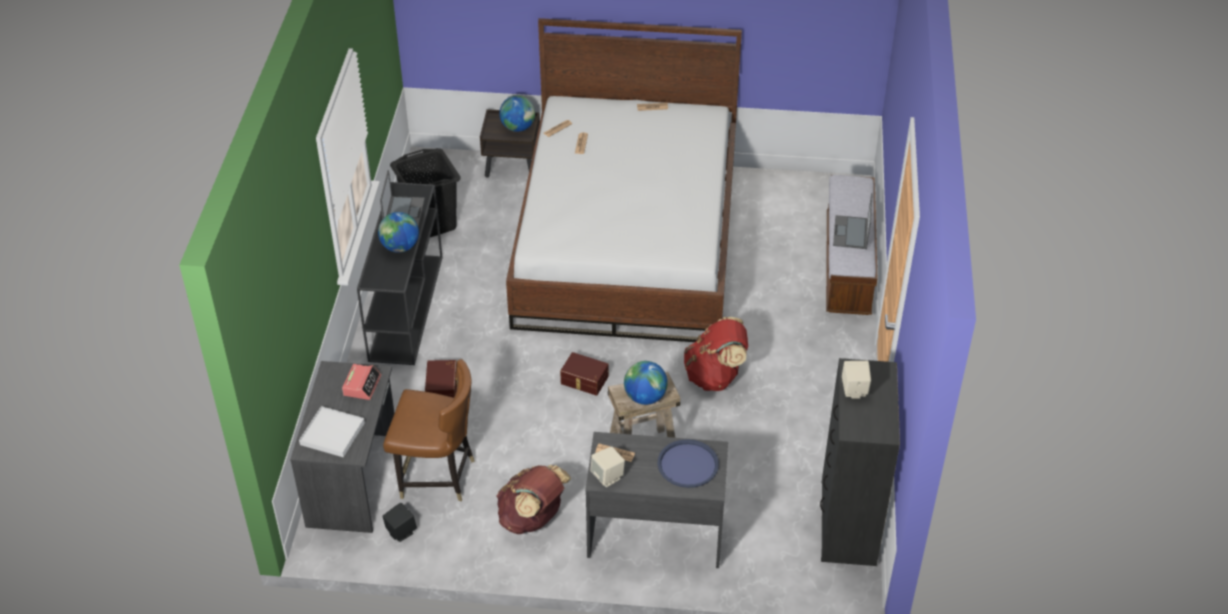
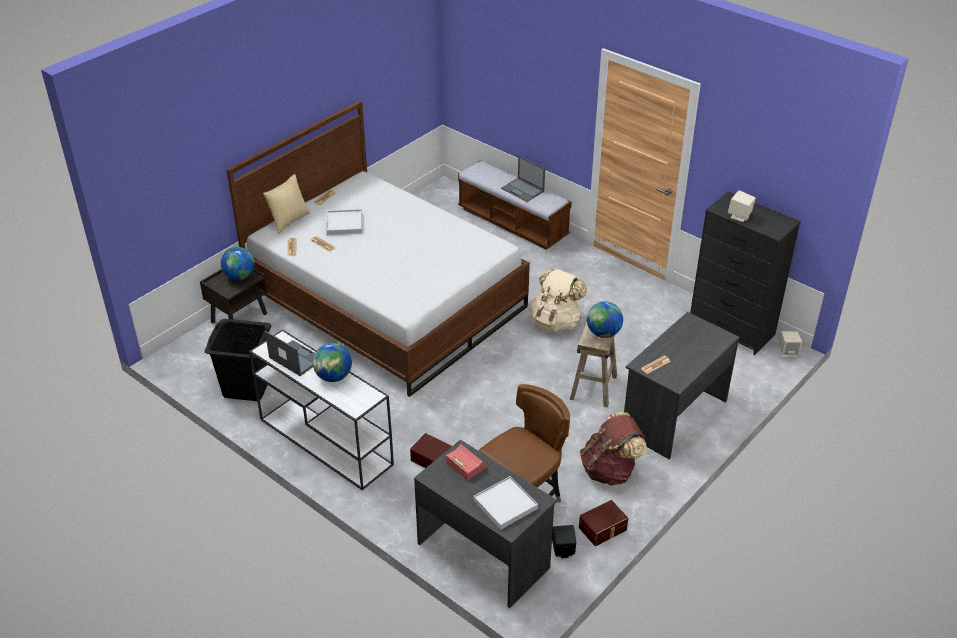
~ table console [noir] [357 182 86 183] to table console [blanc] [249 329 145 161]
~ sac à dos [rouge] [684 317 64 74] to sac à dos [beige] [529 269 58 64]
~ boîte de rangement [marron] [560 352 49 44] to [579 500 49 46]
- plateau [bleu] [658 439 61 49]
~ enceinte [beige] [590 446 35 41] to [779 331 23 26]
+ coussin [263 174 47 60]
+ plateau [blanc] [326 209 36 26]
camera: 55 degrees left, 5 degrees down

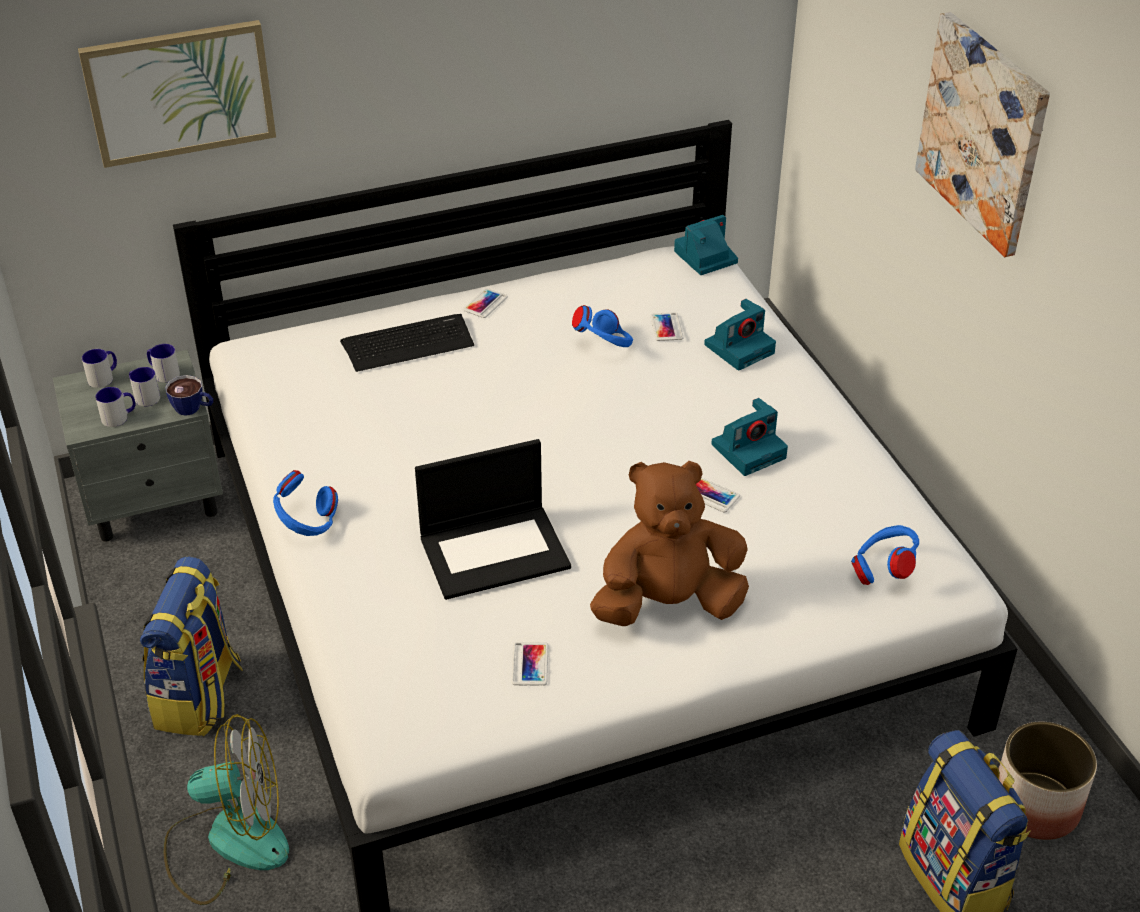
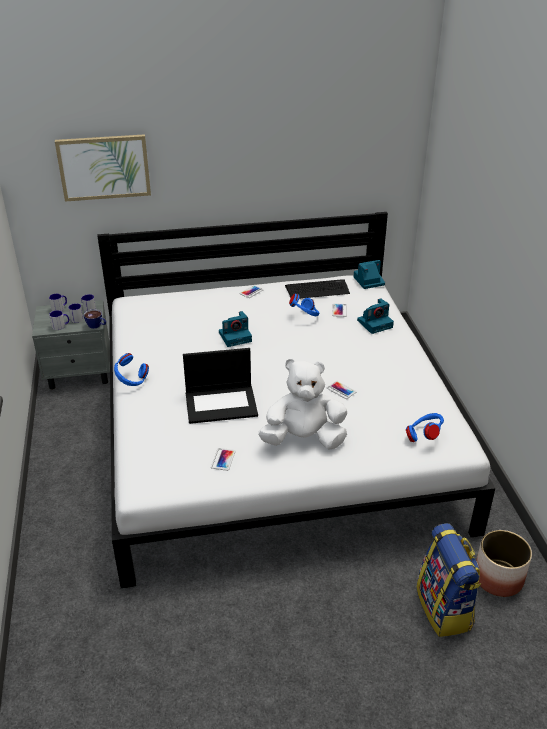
- tableau [915 12 135 245]
~ clavier [340 314 134 58] to [285 279 65 20]
~ appareil photo [711 398 77 78] to [219 311 33 36]
~ peluche [marron] [590 461 159 165] to peluche [blanc] [258 359 89 90]
- sac à dos [140 556 103 180]
- ventilateur [164 714 125 191]
camera: 10 degrees right, 5 degrees down

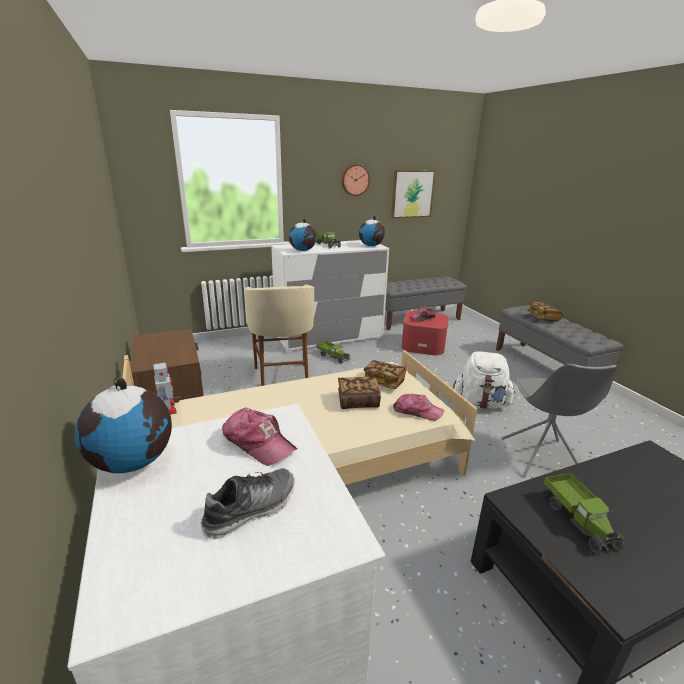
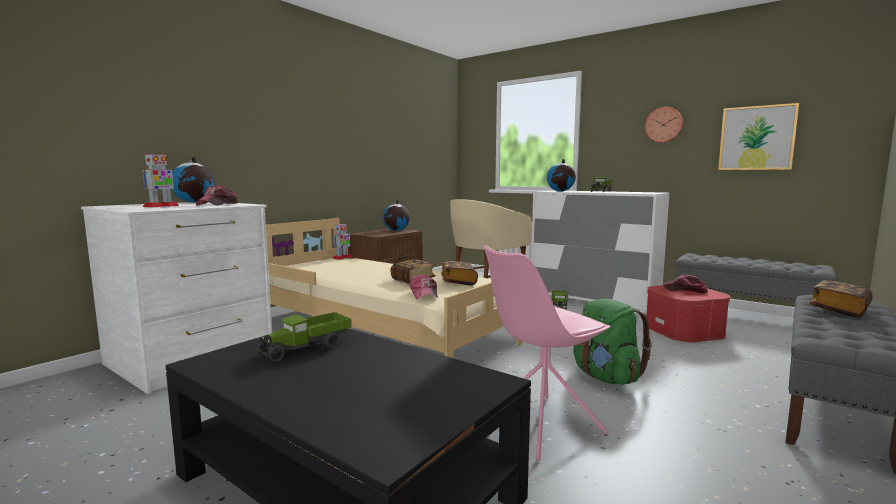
~ globe [359 216 26 30] to [383 200 27 31]
~ sac à dos [blanc] [453 351 62 58] to sac à dos [vert] [573 299 79 86]
~ chaise [gris] [502 364 115 114] to chaise [rose] [484 245 127 216]
~ chaussure [201 468 94 72] to robot jouet [142 153 37 54]
camera: 60 degrees right, 15 degrees down

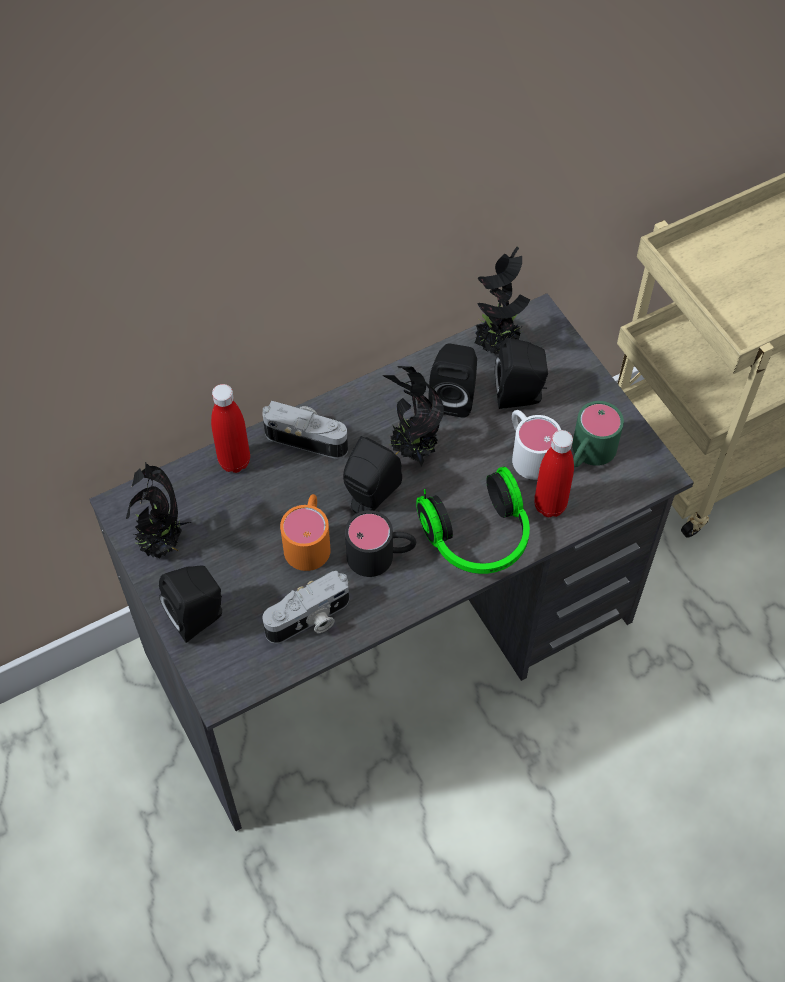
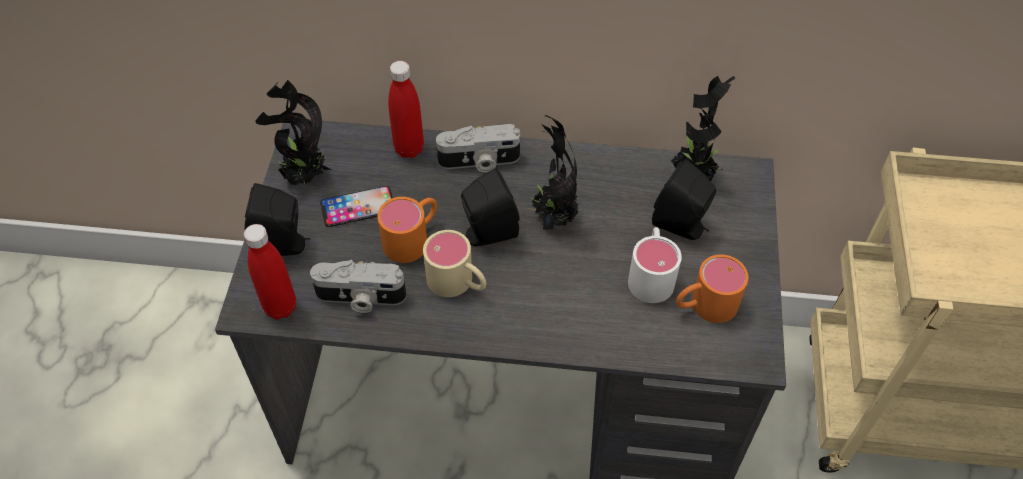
- enceinte [noir] [428 344 49 73]
~ appareil photo [262 401 86 58] = [436 124 84 49] 120 degrees clockwise
~ mug [vert] [572 401 52 66] to mug [orange] [676 254 72 69]
~ bouteille [rouge] [534 430 40 87] to [244 224 52 96]
- casque audio [416 466 114 108]
~ mug [noir] [345 510 71 67] to mug [beige] [423 230 64 67]
+ téléphone [320 186 73 41]
camera: 35 degrees right, 5 degrees down

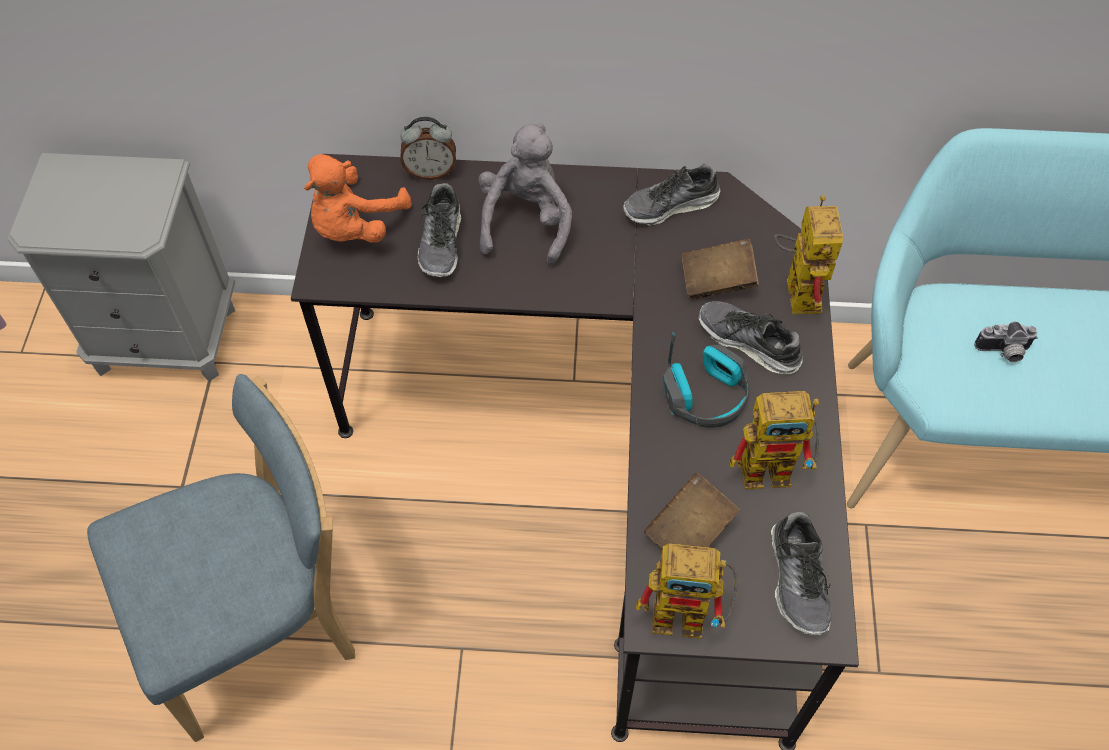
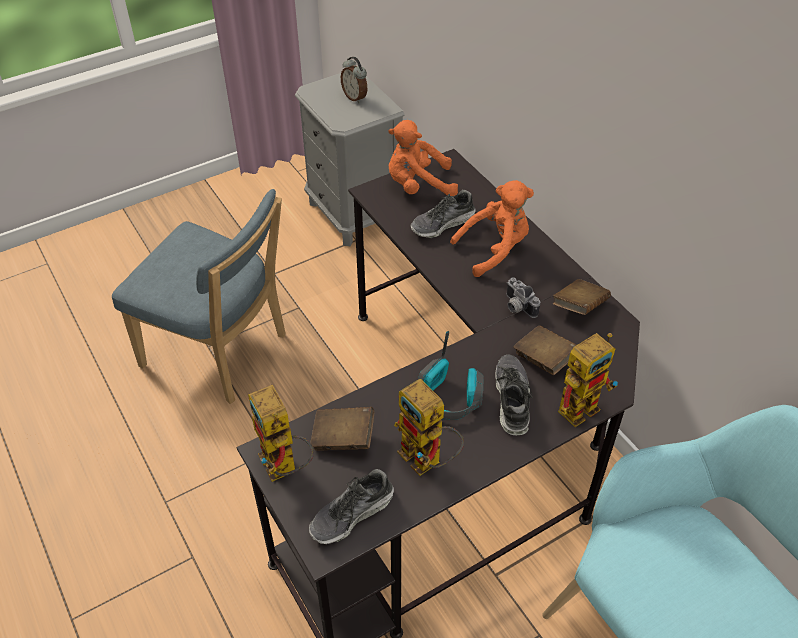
~ réveil [400 117 56 63] to [341 57 26 46]
~ peluche [gris] [478 124 94 141] to peluche [orange] [450 180 84 97]
~ chaussure [623 163 97 63] to livre [marron] [553 279 58 36]
~ appareil photo [974 322 64 40] to [506 277 34 41]
camera: 55 degrees right, 10 degrees down

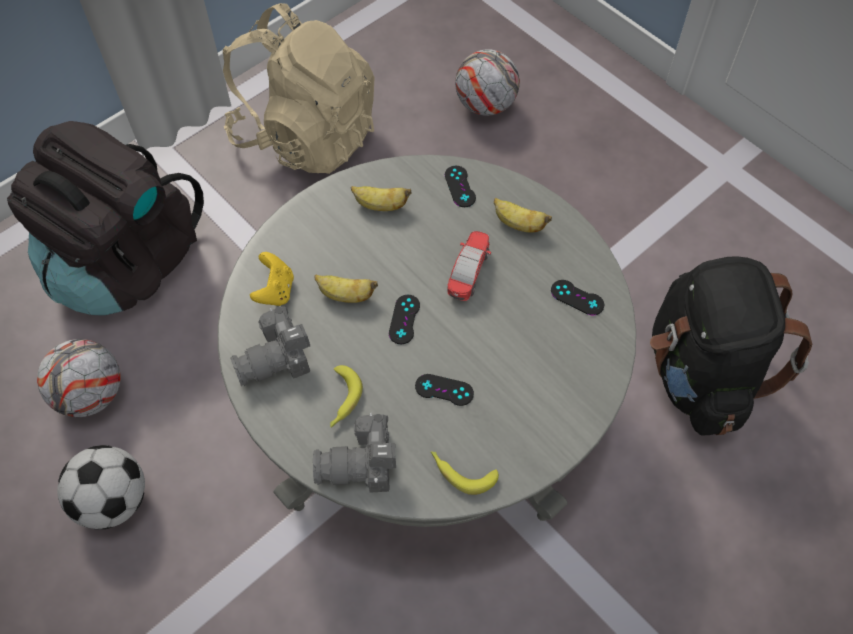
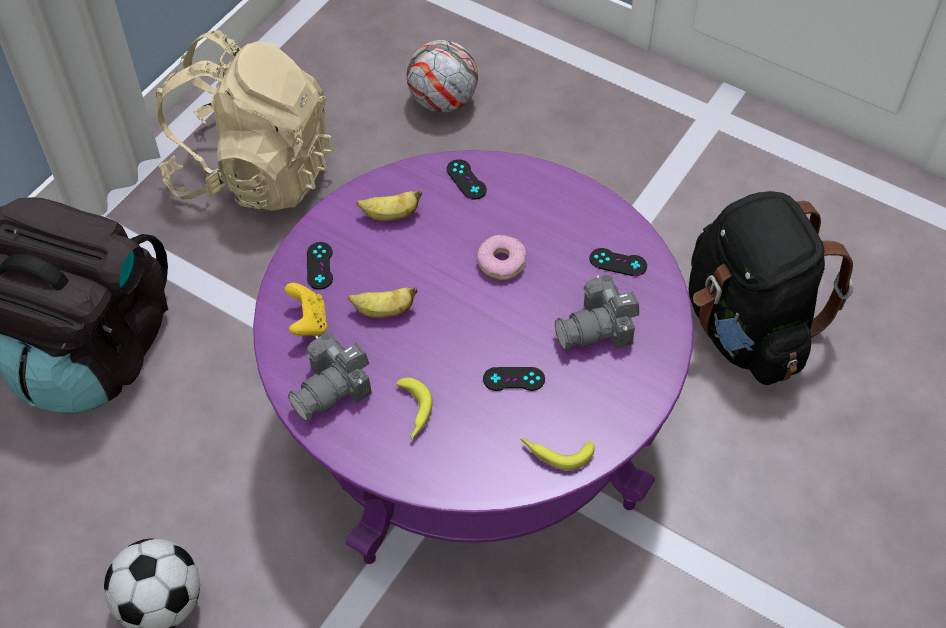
~ table basse [gris] [218 155 418 372] to table basse [violet] [253 150 440 414]
- banane [494 198 58 34]
~ petite voiture [447 231 44 70] to beignet [477 235 50 45]
~ manette [noir] [389 295 31 49] to [307 242 26 48]
- ballon de foot [37 339 84 78]
~ appareil photo [313 413 83 80] to [555 275 84 75]
camera: 15 degrees left, 5 degrees down

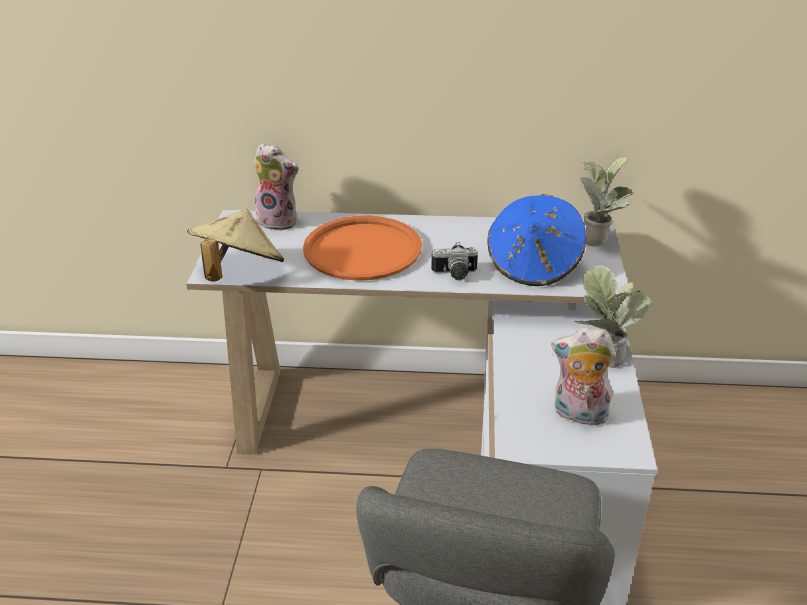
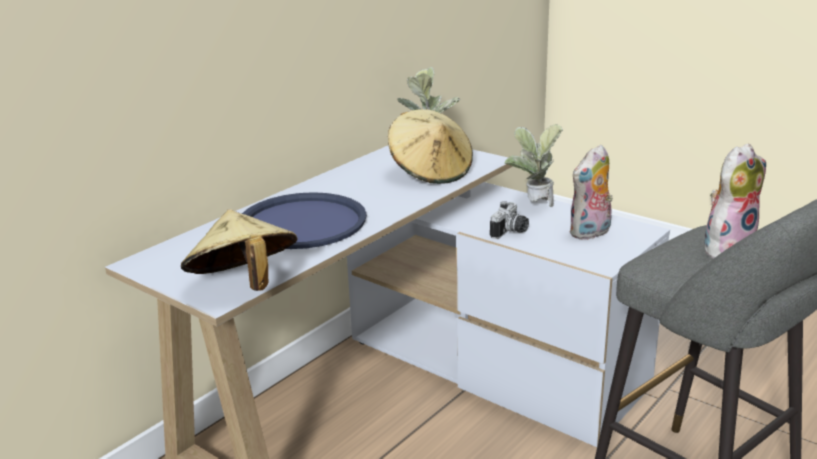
~ peluche [254 143 45 88] to [704 143 62 115]
~ chapeau [bleu] [487 194 99 92] to chapeau [beige] [388 109 85 75]
~ plateau [orange] [303 216 119 65] to plateau [bleu] [242 192 125 57]
~ appareil photo [431 242 47 38] to [490 201 39 38]
camera: 55 degrees left, 10 degrees down

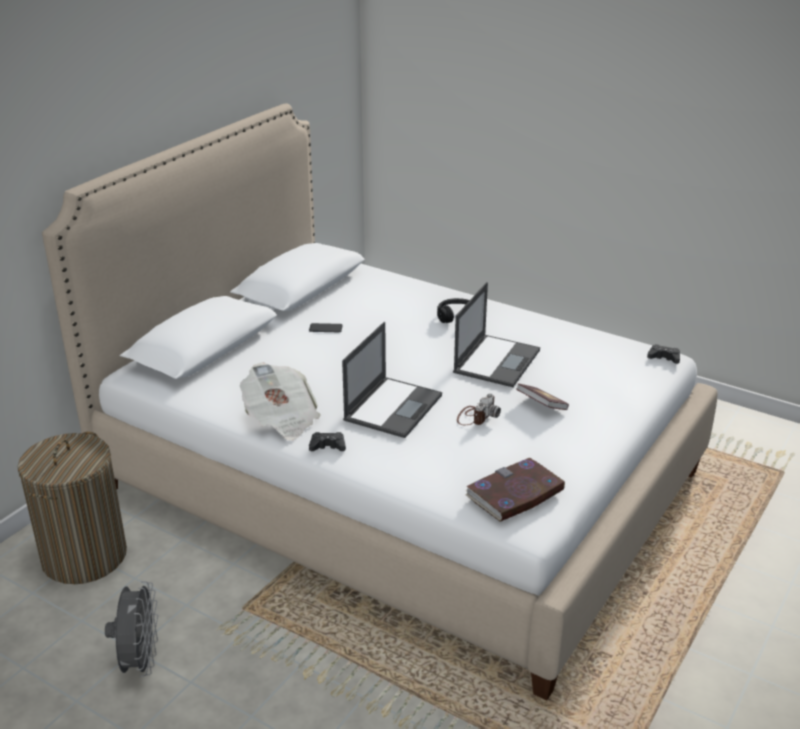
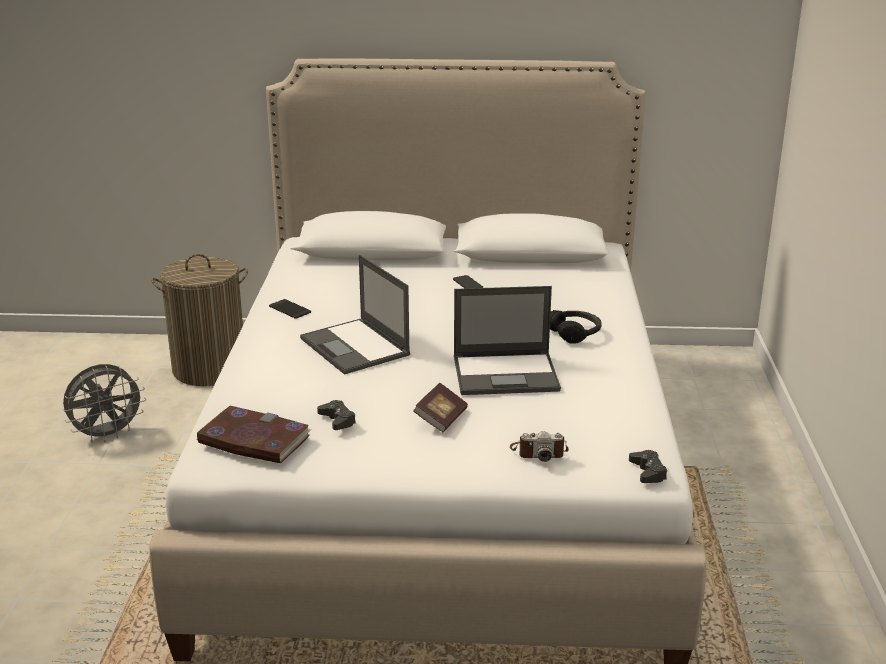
~ ordinateur portable [342 322 100 116] = [300 255 110 120] 60 degrees clockwise
~ journal [240 362 81 78] to téléphone [269 299 42 20]
~ appareil photo [457 393 44 32] to [510 431 59 31]
~ manette [noir] [309 432 37 19] to [317 400 39 30]
camera: 60 degrees right, 5 degrees down

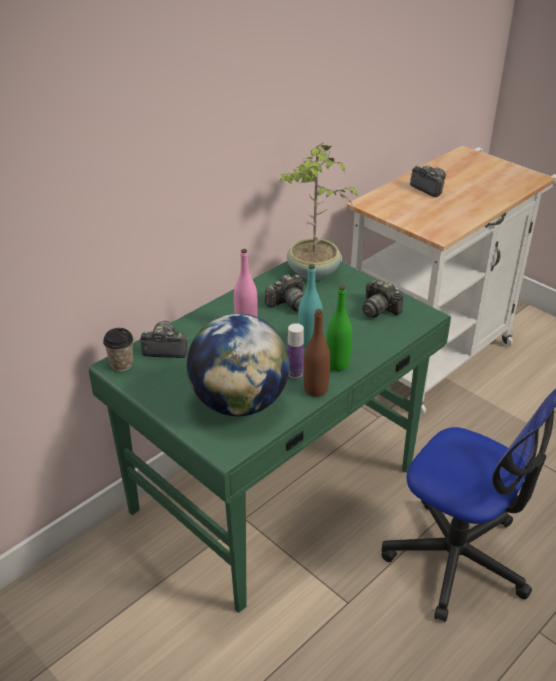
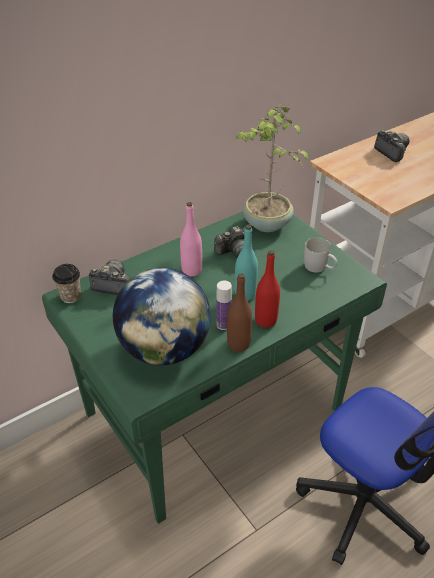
~ appareil photo [362 280 41 38] to mug [blanc] [304 237 33 36]
~ bouteille [vert] [327 285 25 86] to bouteille [rouge] [255 250 25 78]
camera: 10 degrees right, 5 degrees up

